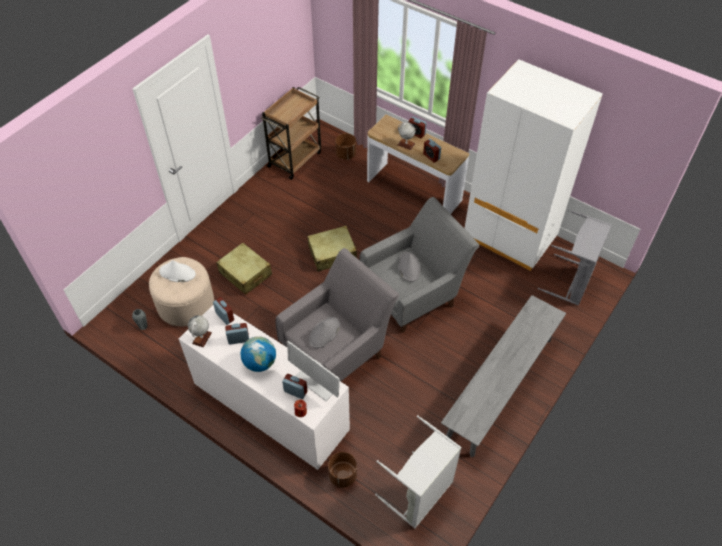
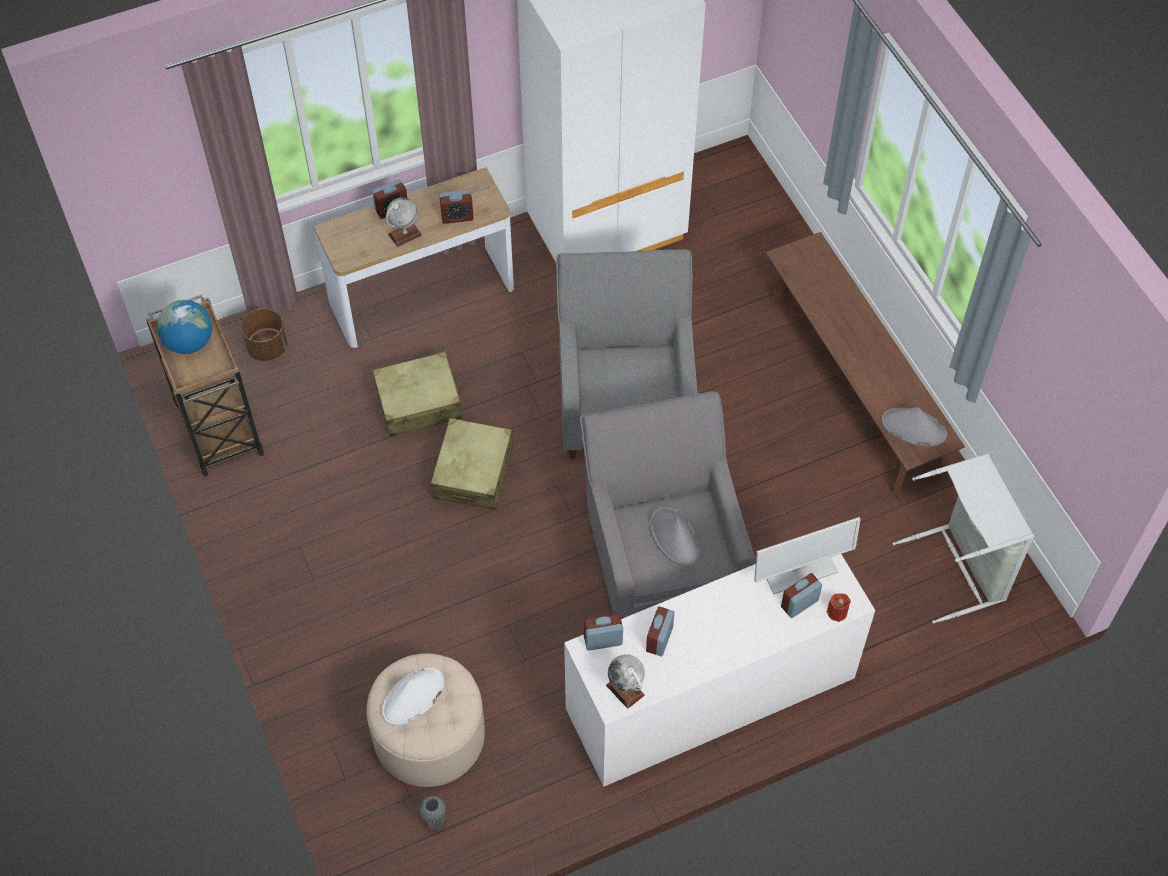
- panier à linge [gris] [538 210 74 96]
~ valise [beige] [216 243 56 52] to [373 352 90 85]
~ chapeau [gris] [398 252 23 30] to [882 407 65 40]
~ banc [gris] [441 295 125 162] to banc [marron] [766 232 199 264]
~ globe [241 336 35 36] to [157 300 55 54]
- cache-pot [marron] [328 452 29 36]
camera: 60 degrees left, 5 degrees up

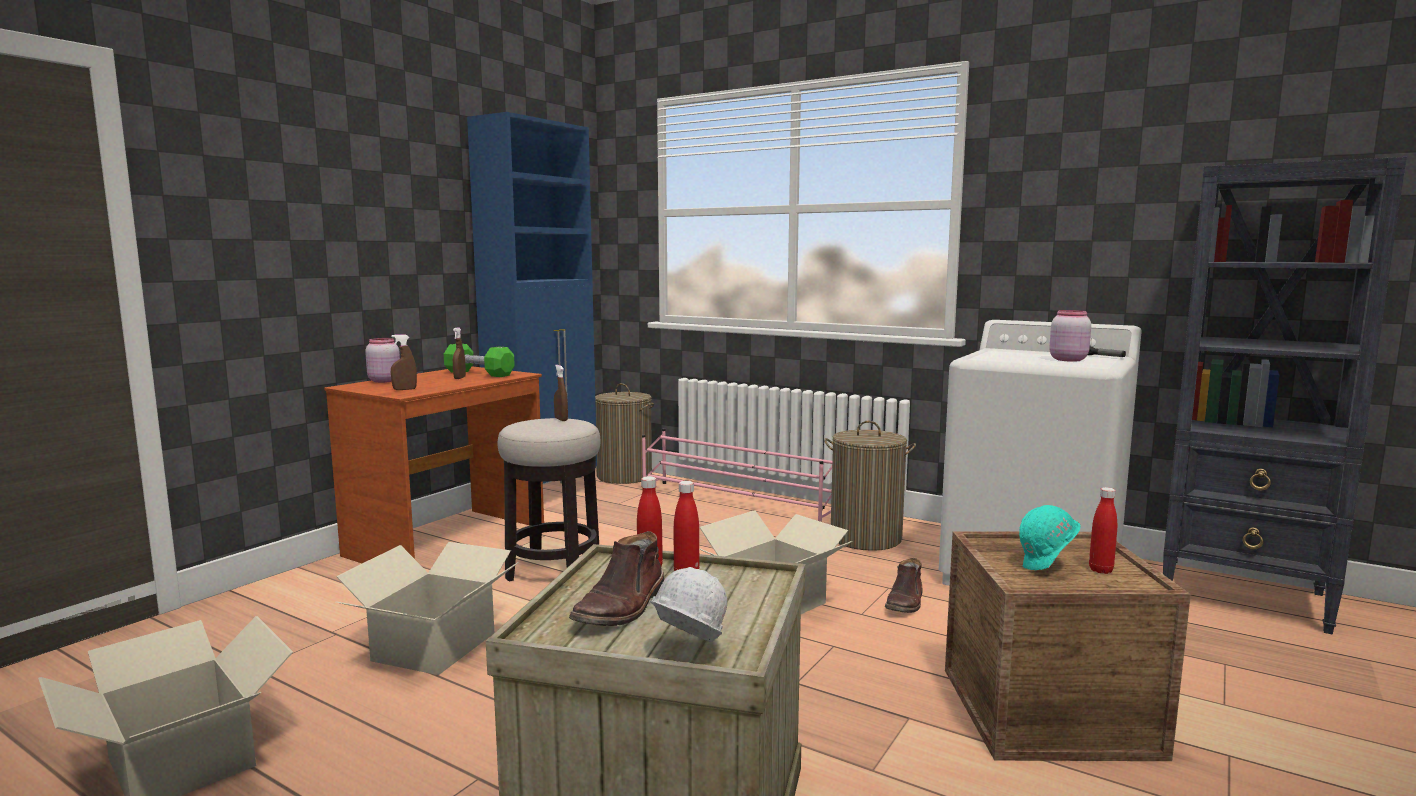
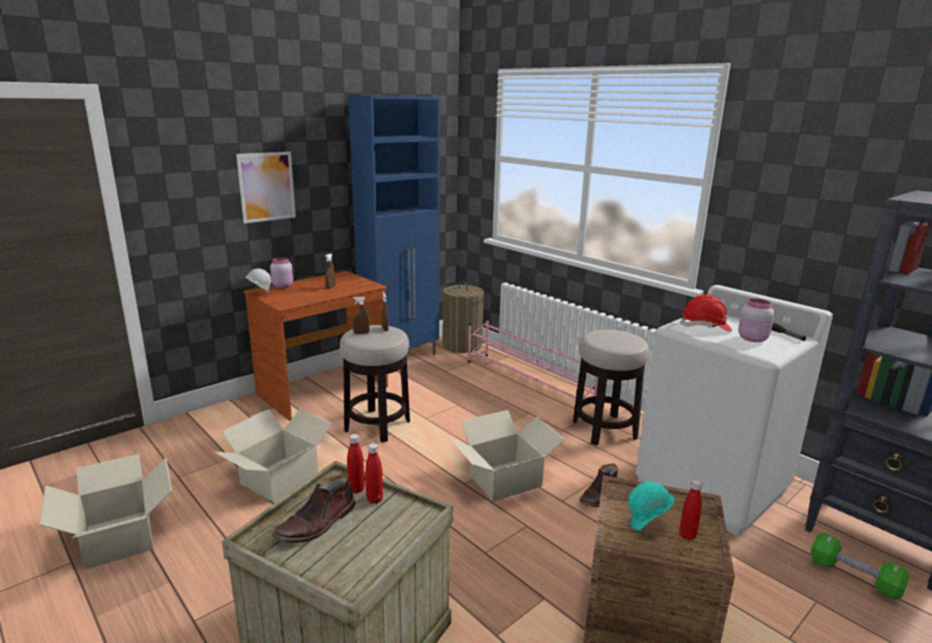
~ vaporisateur [marron] [391 334 26 56] to [352 297 18 37]
~ haltère [vert] [444 344 71 33] to [810 533 99 67]
~ panier à linge [824 421 92 130] to tabouret [573 329 76 116]
~ casque de chantier [blanc] [650 567 77 76] to [245 268 26 25]
+ tableau [236 152 60 71]
+ casque de chantier [rouge] [680 295 52 37]
camera: 15 degrees right, 10 degrees up

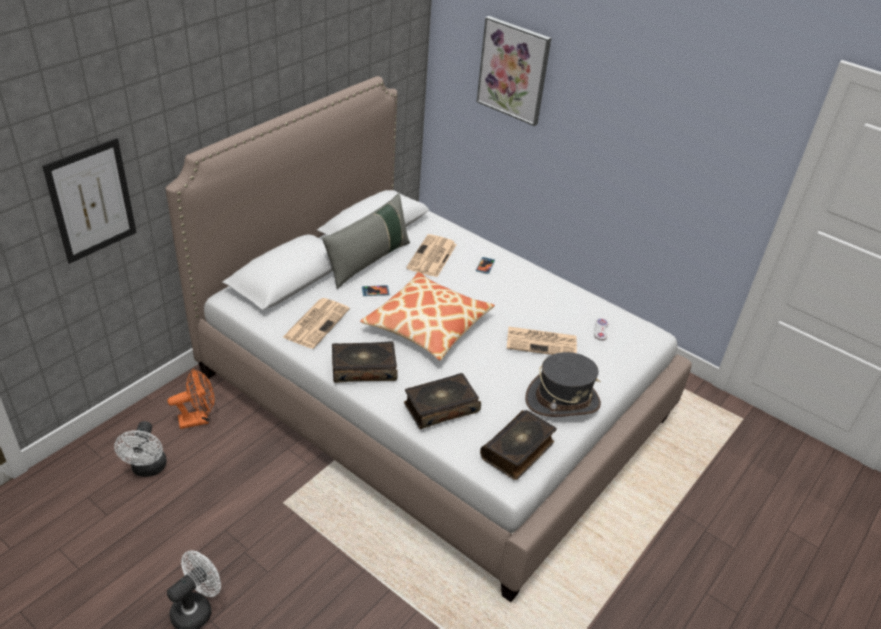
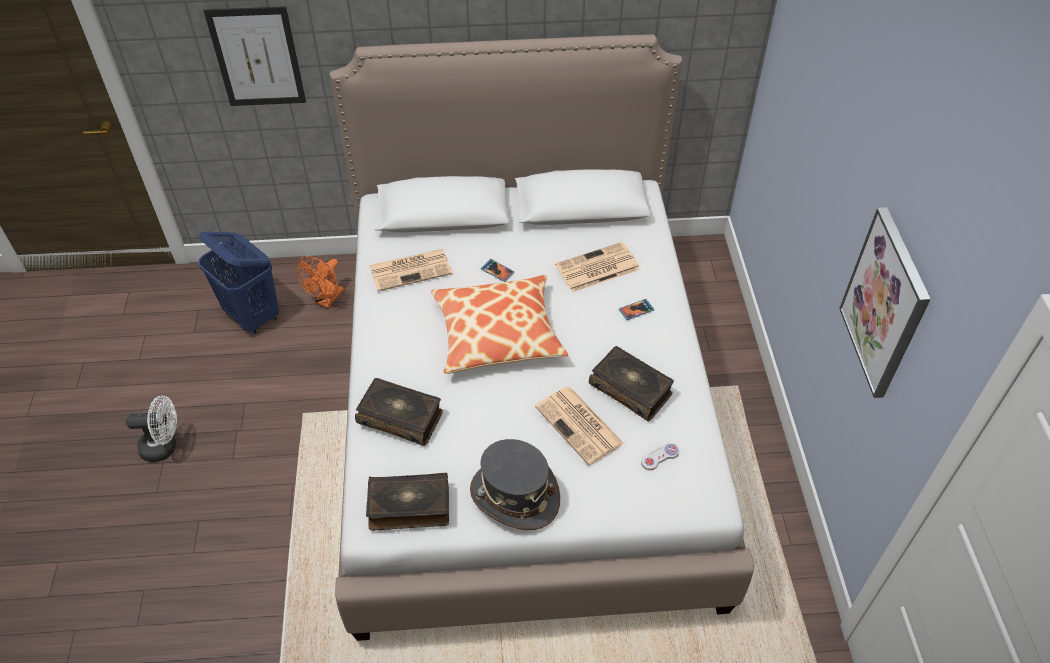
~ tableau [477 16 74 110] to [839 207 92 191]
- coussin [gris] [322 193 88 96]
~ livre [332 341 66 42] to [589 346 85 75]
~ ventilateur [orange] [167 369 47 60] = [296 256 48 52] 90 degrees clockwise
~ ventilateur [blanc] [114 421 53 56] to panier à linge [bleu] [198 232 81 102]
camera: 50 degrees right, 10 degrees up

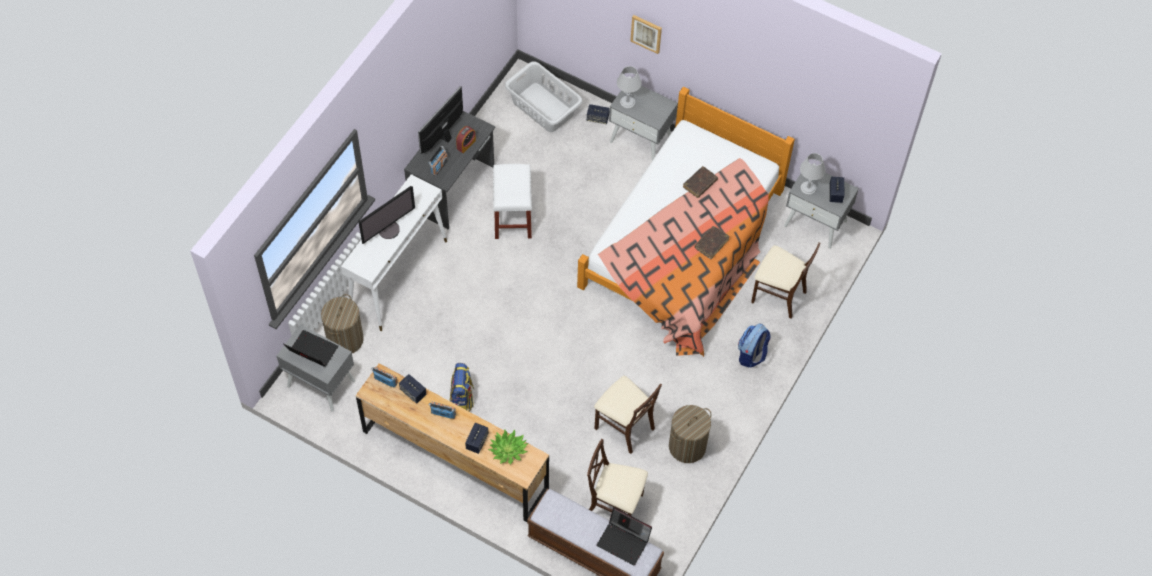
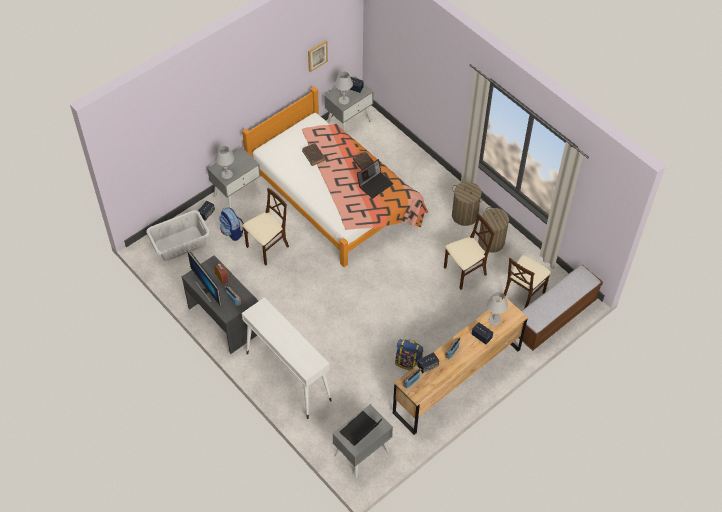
~ tableau [630 15 32 39] to [308 40 20 32]
- tabouret [blanc] [493 164 39 75]
- écran d'ordinateur [359 186 56 58]
~ chaise [beige] [751 242 70 77] to [242 188 47 77]
~ panier à linge [321 294 43 59] to [452 182 31 44]
~ sac à dos [738 324 33 44] to [219 207 25 34]
~ plante en pot [488 429 40 35] to lampe de table [gris] [487 292 21 33]
~ ordinateur portable [596 507 56 58] to [357 159 36 40]
camera: 70 degrees left, 5 degrees down

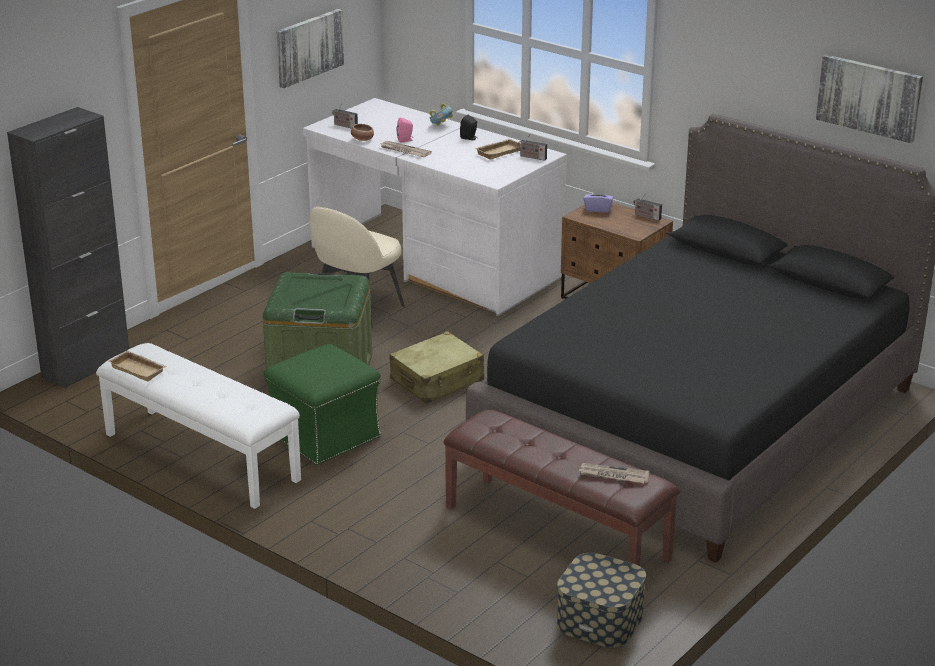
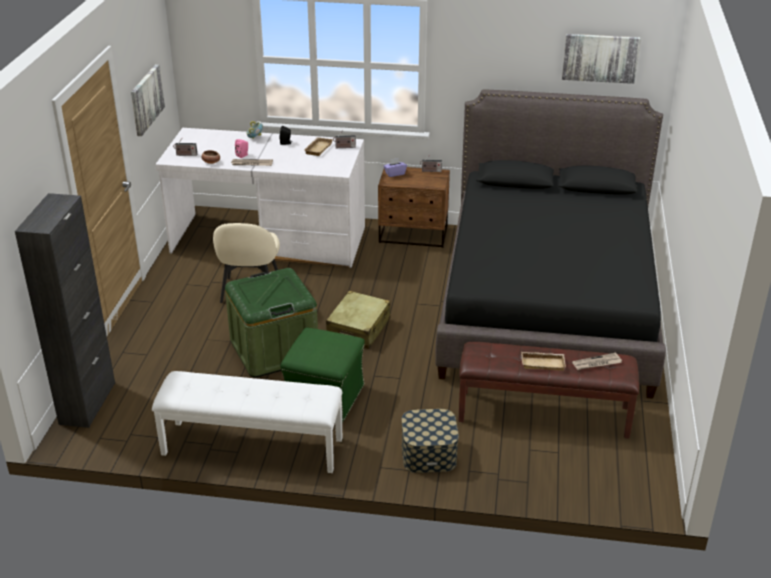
~ plateau [beige] [109 350 58 32] to [521 352 45 19]
~ boîte de rangement [557 553 89 95] to [401 409 58 64]
camera: 30 degrees left, 5 degrees up

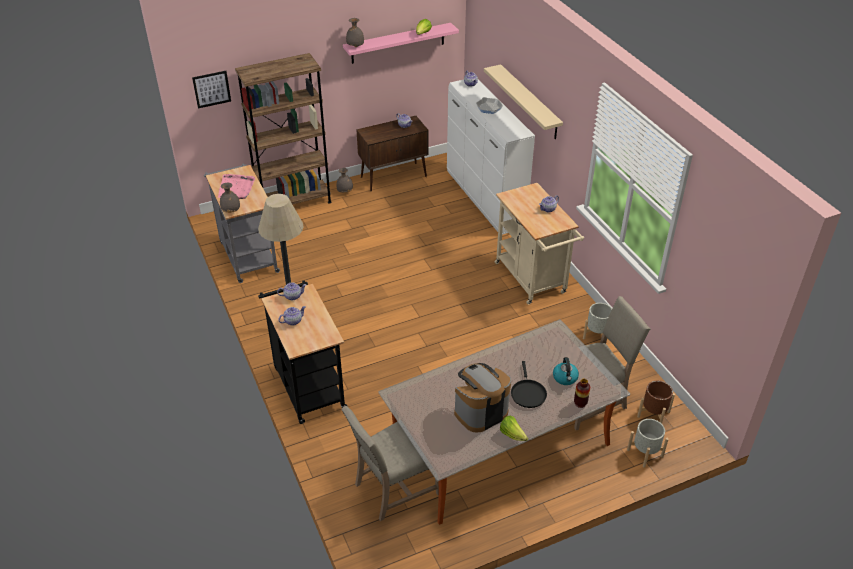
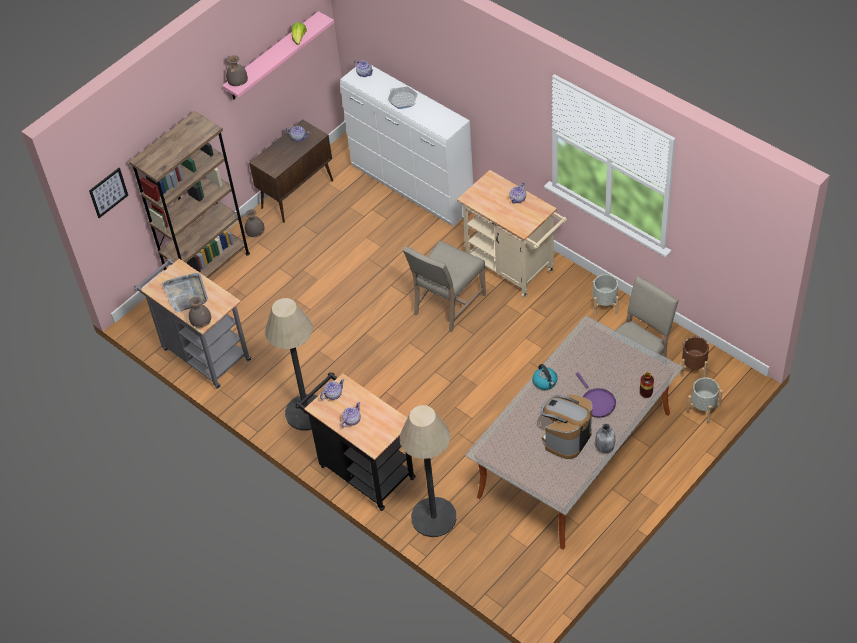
- étagère [beige] [484 64 79 75]
~ plateau [rose] [218 174 37 25] to plateau [gris] [162 273 46 39]
~ bouilloire [553 357 26 28] to [532 364 25 26]
~ poêle [noir] [511 361 36 47] to poêle [violet] [576 372 40 45]
~ chaise [beige] [341 406 98 115] to [402 241 84 91]
~ laitue [500 415 28 26] to bouteille [gris] [596 423 20 30]
+ lampadaire [400 405 57 132]
camera: 20 degrees left, 10 degrees up

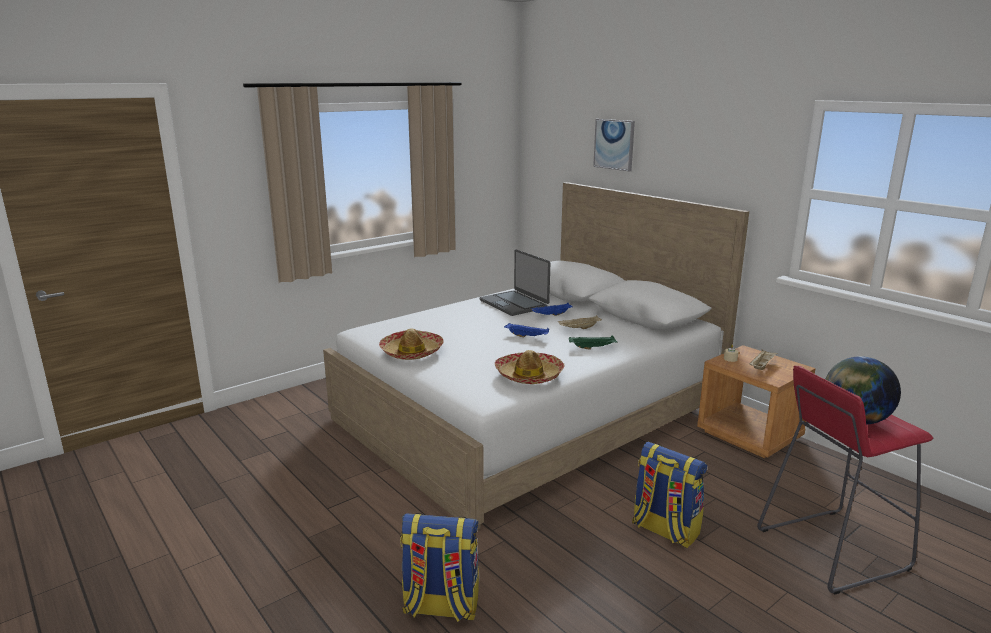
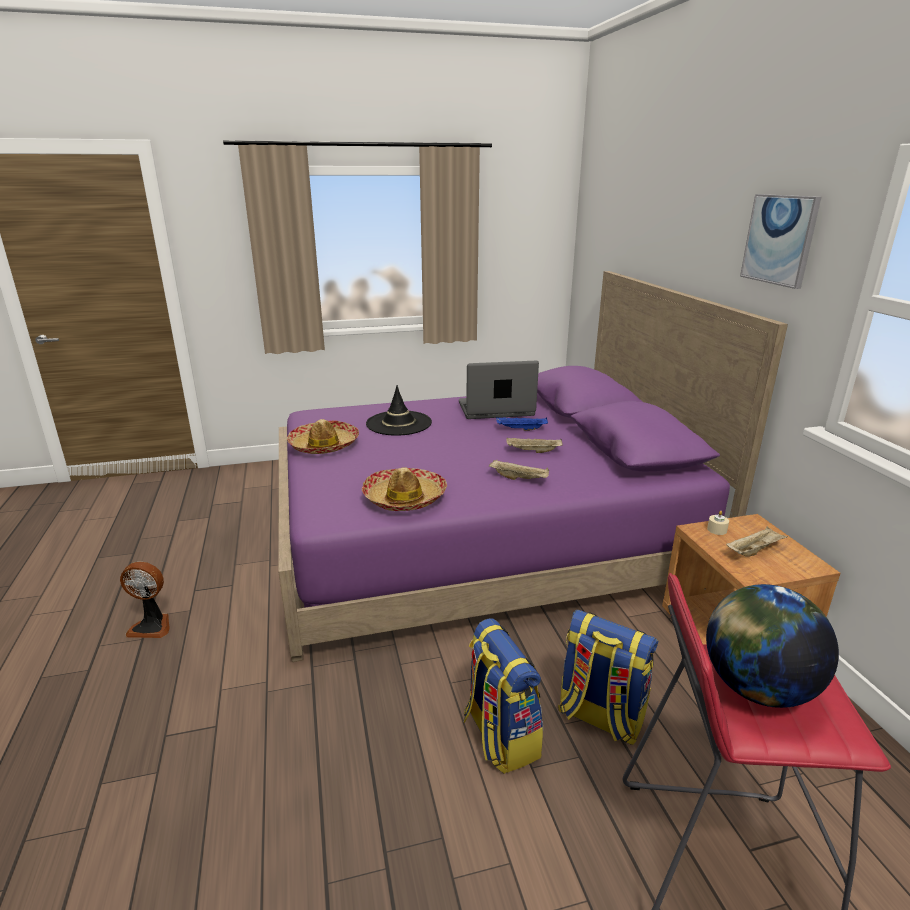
~ tableau [593 119 42 52] to [740 194 81 95]
~ lit [blanc] [323 182 426 348] to lit [violet] [278 271 510 391]
~ ordinateur portable [480 249 70 67] = [459 361 80 58] 90 degrees clockwise
- plateau [bleu] [504 323 45 14]
~ plateau [vert] [569 336 49 13] to plateau [beige] [489 460 60 20]
~ sac à dos [400 513 79 109] to [558 610 100 135]
+ chapeau [noir] [366 385 66 51]
+ ventilateur [120 562 50 76]
camera: 25 degrees right, 5 degrees up

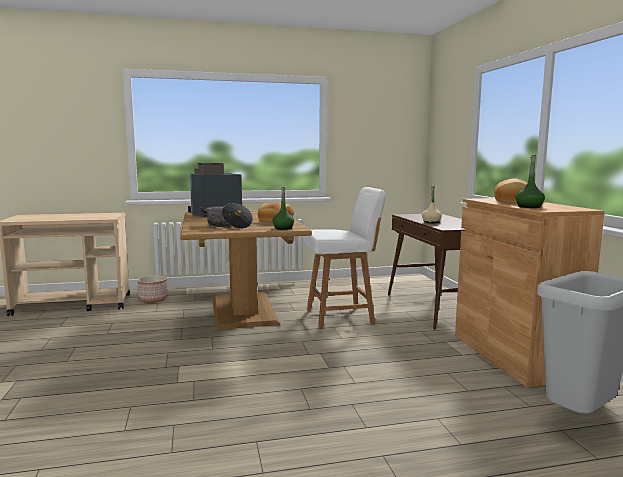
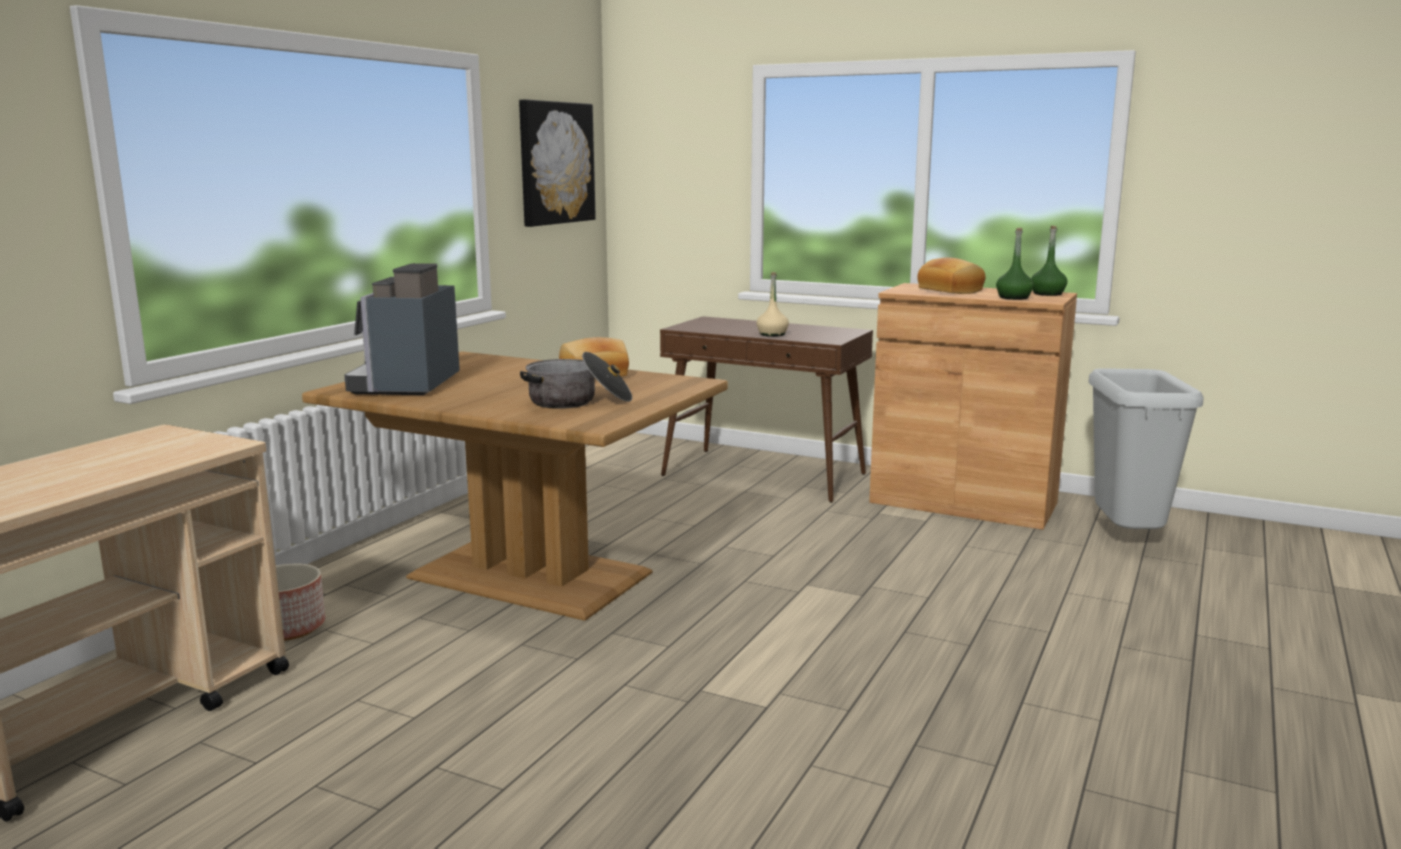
~ bouteille [vert] [273 187 21 43] to [1031 226 36 70]
- chaise [blanc] [303 187 83 141]
+ tableau [519 99 77 128]
camera: 50 degrees left, 5 degrees up

